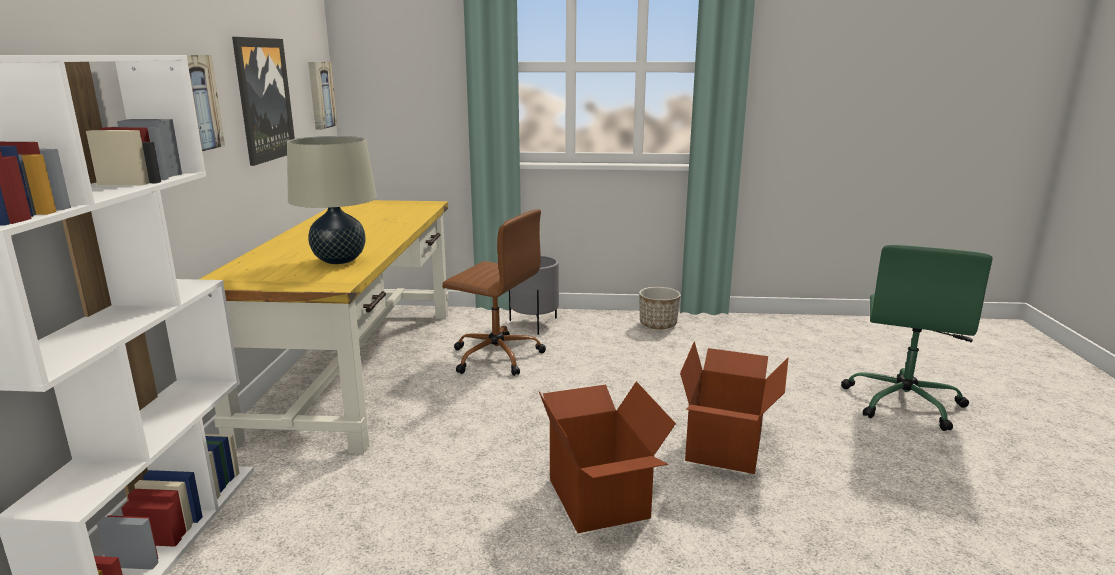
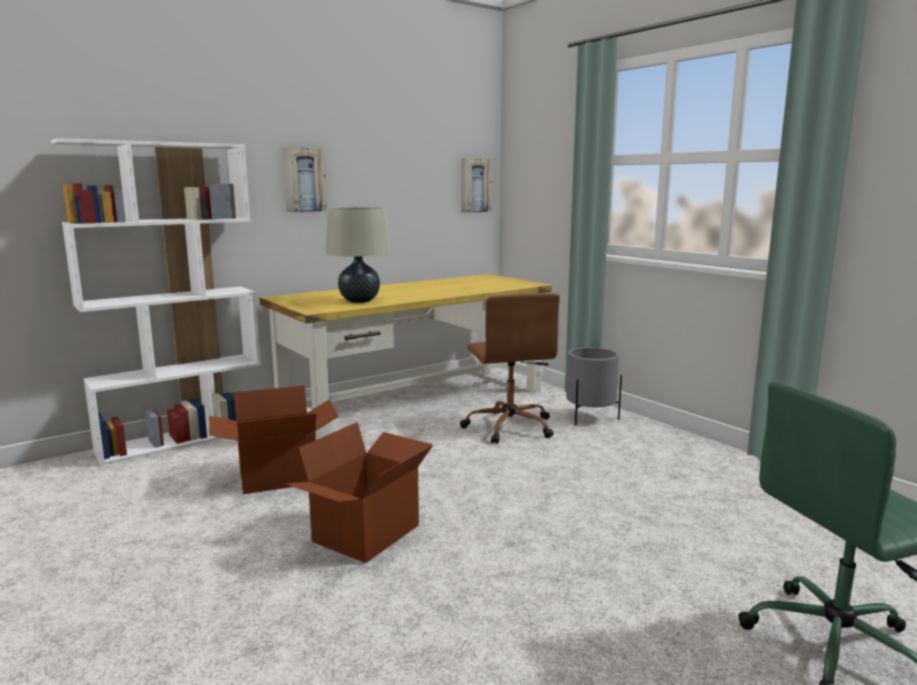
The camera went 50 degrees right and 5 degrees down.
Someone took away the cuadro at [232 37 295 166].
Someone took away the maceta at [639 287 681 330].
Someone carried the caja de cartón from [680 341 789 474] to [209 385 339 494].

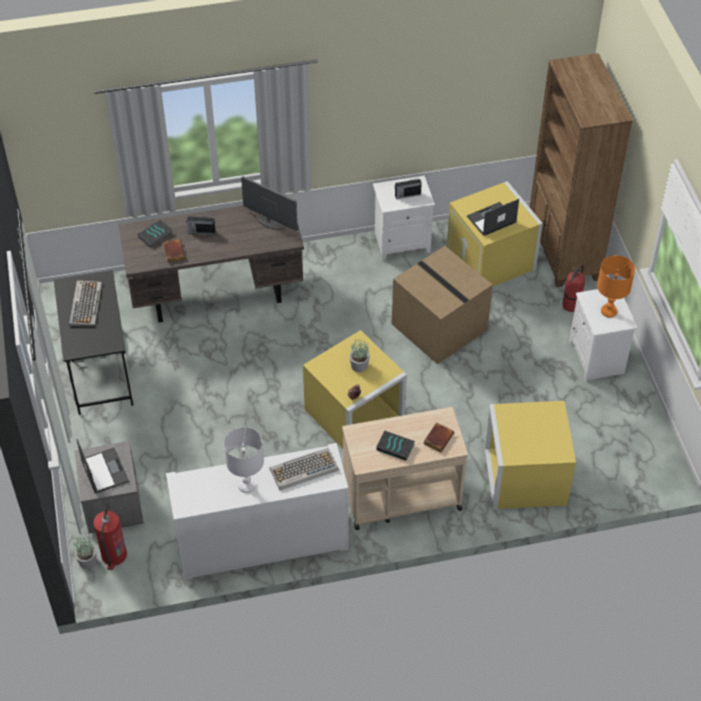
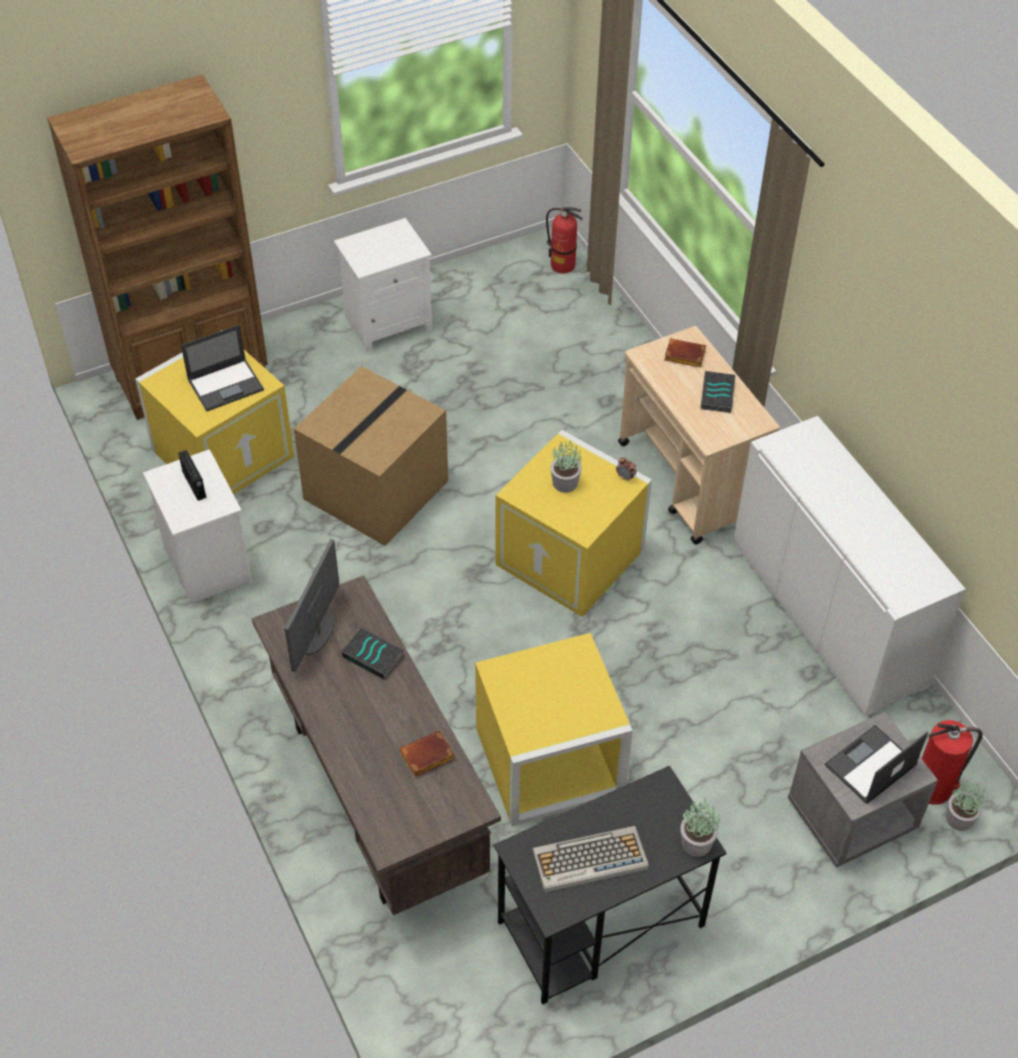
The camera went 105 degrees left and 0 degrees up.
Someone rotated the portátil at [467 199 519 236] by 75 degrees counterclockwise.
Someone took away the radio at [186 216 215 235].
Someone carried the libro from [138 220 173 248] to [342 627 405 680].
Someone took away the lámpara de mesa (naranja) at [597 255 635 317].
Someone carried the extintor from [562 265 585 312] to [546 207 583 274].
Someone carried the caja de almacenaje (amarillo) from [484 401 576 509] to [475 633 633 826].
Someone took away the lámpara de mesa (blanco) at [224 427 264 493].
Someone took away the teclado at [269 448 339 490].
Someone put down the planta en maceta at [680 799 720 857].

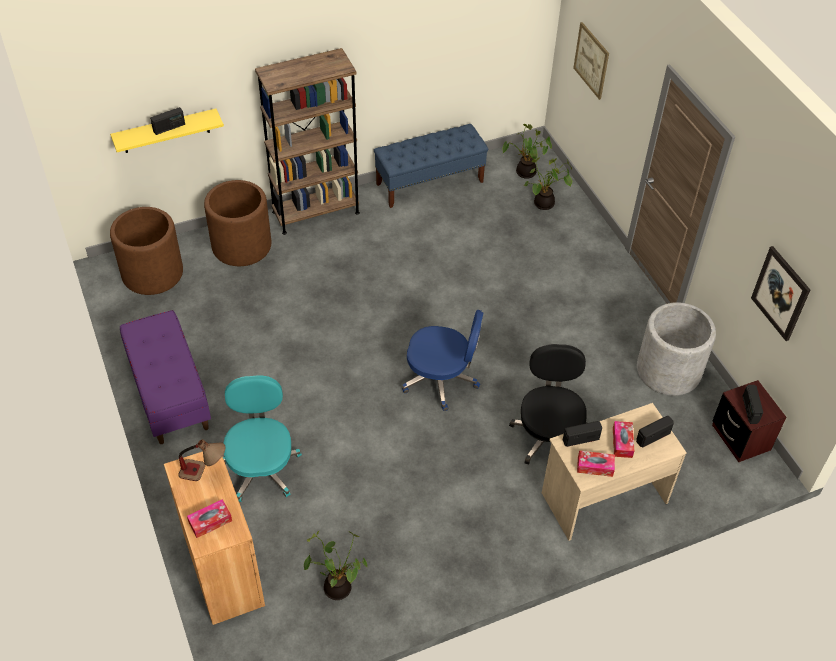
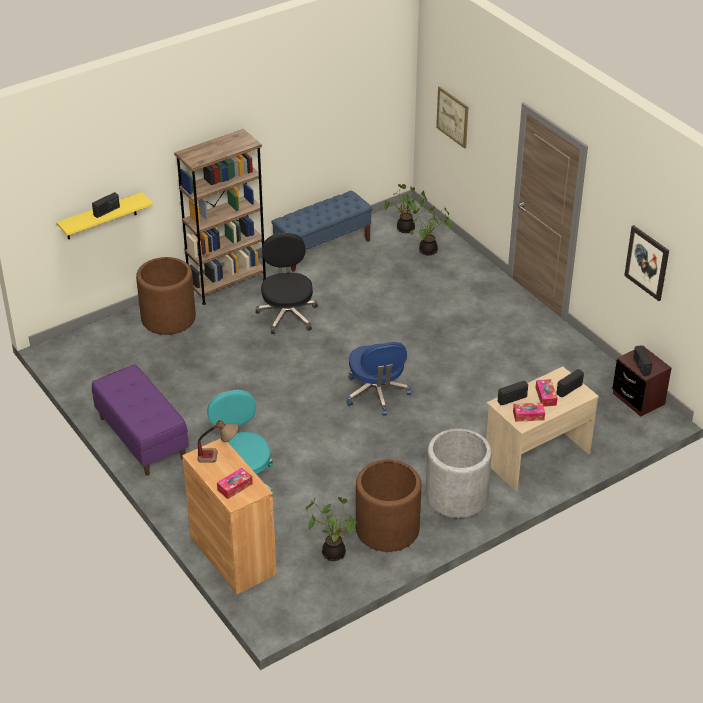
The camera went 10 degrees left and 10 degrees down.
Someone carried the maceta (marrón) from [110 207 183 295] to [356 460 421 552].
Someone carried the maceta (gris) from [637 302 716 396] to [426 429 492 518].
Someone rotated the silla de oficina (azul) at [402 310 484 411] by 75 degrees clockwise.
Someone carried the silla de oficina (negro) from [509 344 587 464] to [255 233 318 334].

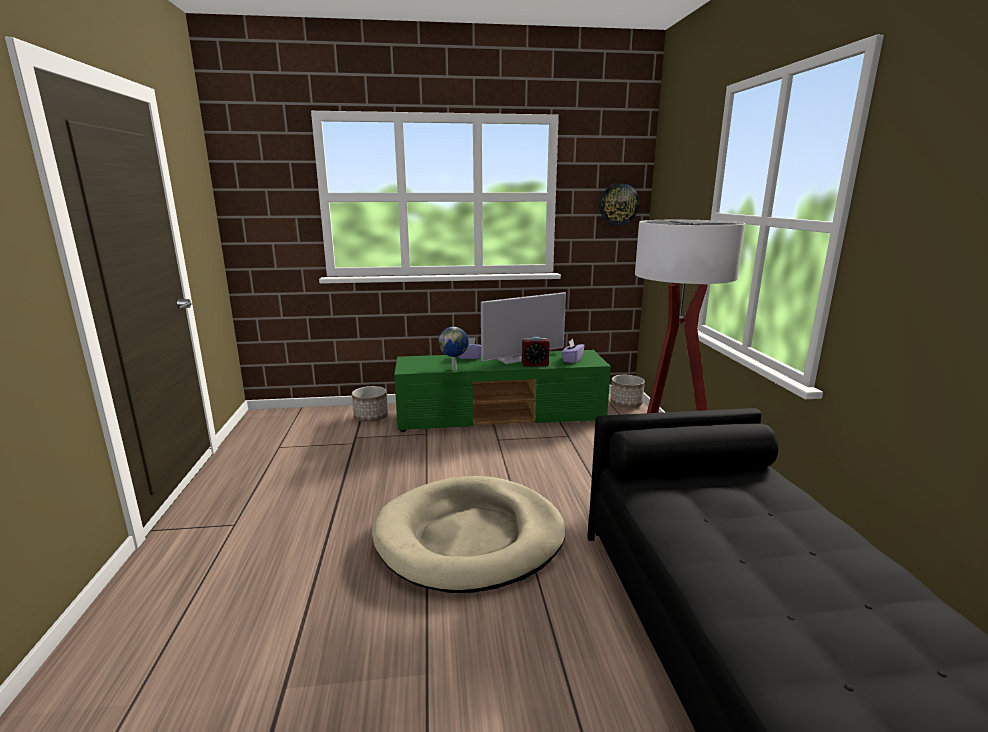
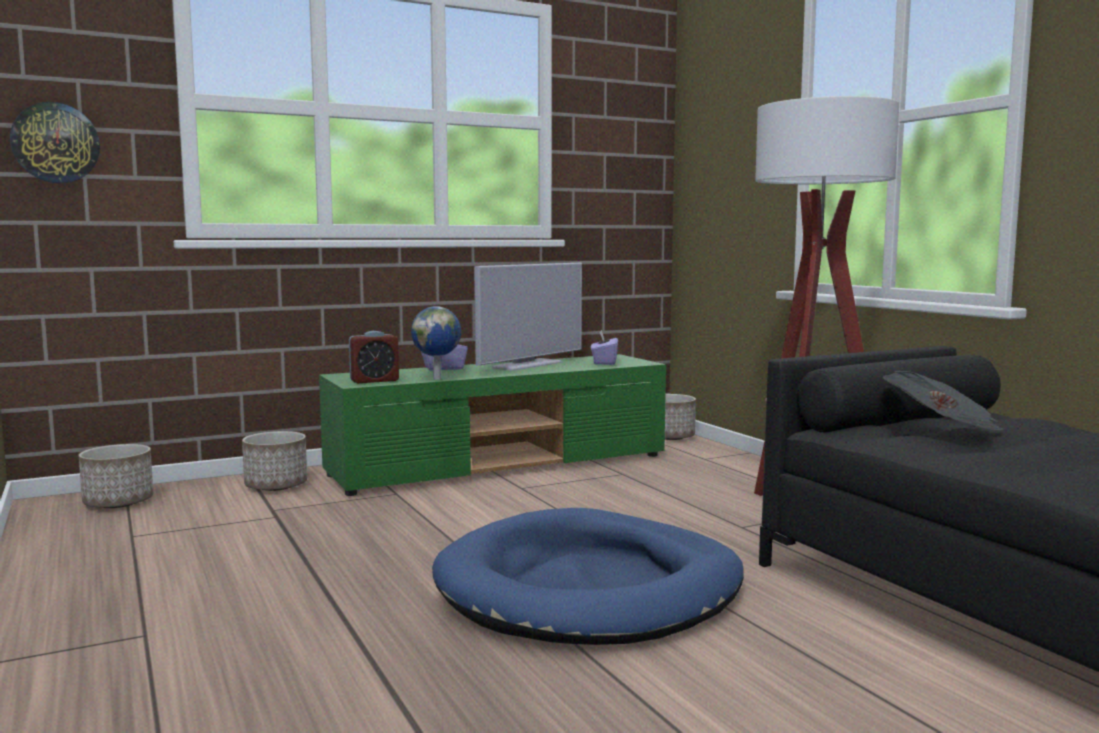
The camera went 20 degrees left and 10 degrees down.
Someone carried the reloj de pared from [599 183 639 225] to [10 102 100 183].
Someone carried the despertador from [522 337 550 367] to [349 331 399 383].
Someone repainted the cama para perro (beis) at [372 476 566 593], which became the cama para perro (azul) at [432 508 744 645].
Someone put down the periódico at [883 371 1004 430].
Someone put down the maceta at [79 444 153 508].

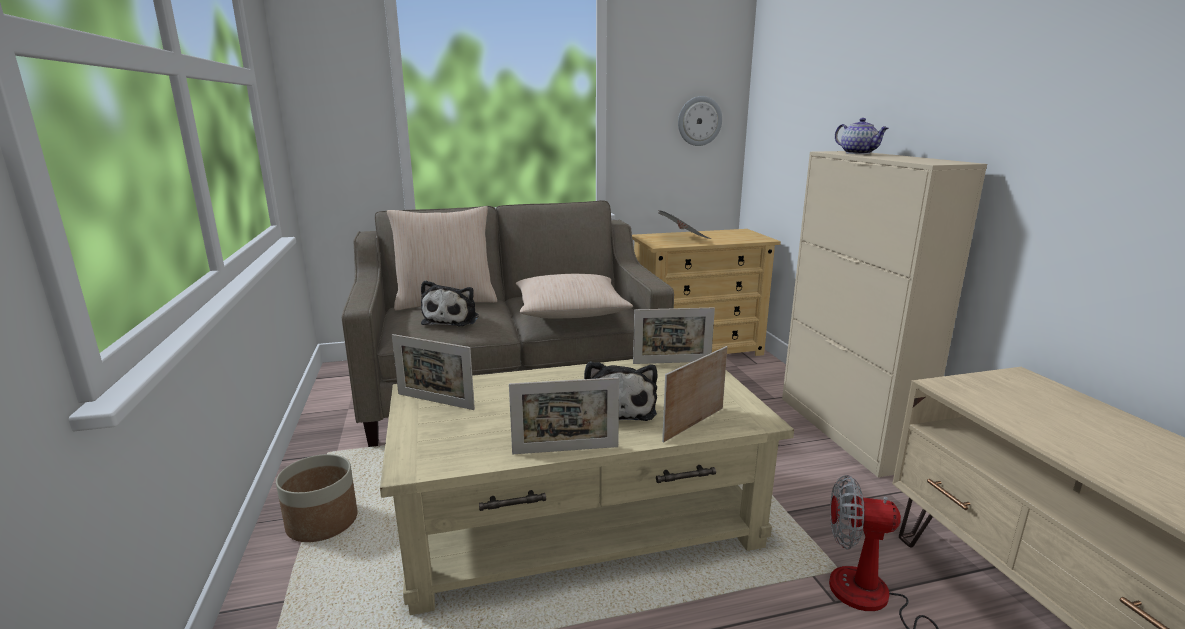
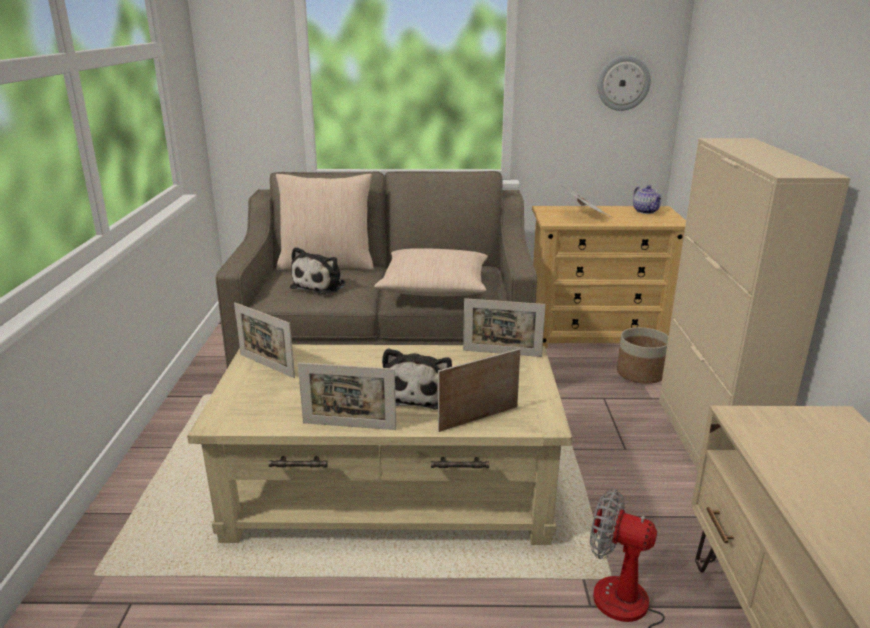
The camera went 15 degrees right and 5 degrees up.
Someone carried the tetera from [835 118 889 154] to [633 185 662 214].
Someone carried the maceta from [276 454 358 542] to [617 327 669 384].

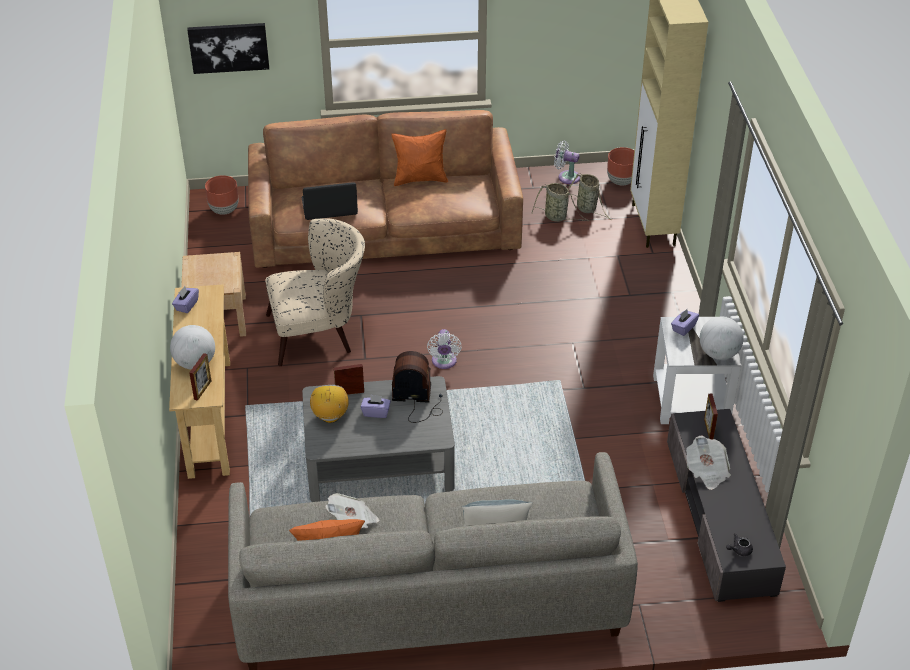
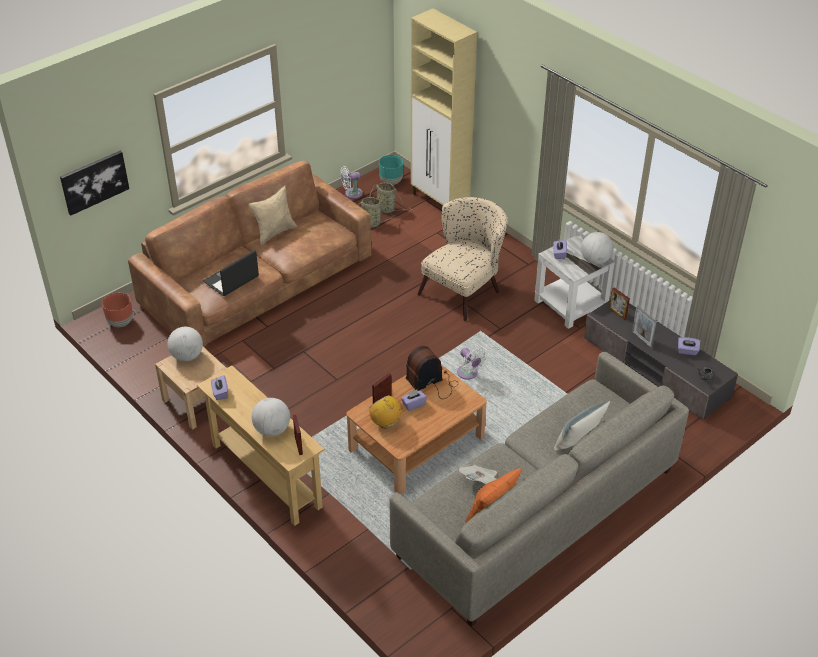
The camera went 35 degrees left and 0 degrees up.
Someone repainted the cojín (naranja) at [391 129 448 186], which became the cojín (beis) at [248 186 297 245].
Someone repainted the maceta (marrón) at [607 147 634 185], which became the maceta (turquesa) at [379 155 403 185].
Someone carried the sillón (beis) from [265 218 365 366] to [418 197 508 321].
Someone carried the ventilador (blanco) from [427 329 462 369] to [457 348 486 380].
Someone repainted the mesa de centro (gris) at [302 376 455 502], which became the mesa de centro (marrón) at [346 365 487 494].
Someone swapped the periódico at [686 436 731 490] for the portarretratos at [632 305 657 349].
Someone put down the globo terráqueo at [167 327 203 361].
Someone put down the caja de pañuelos (morado) at [678 337 700 355].

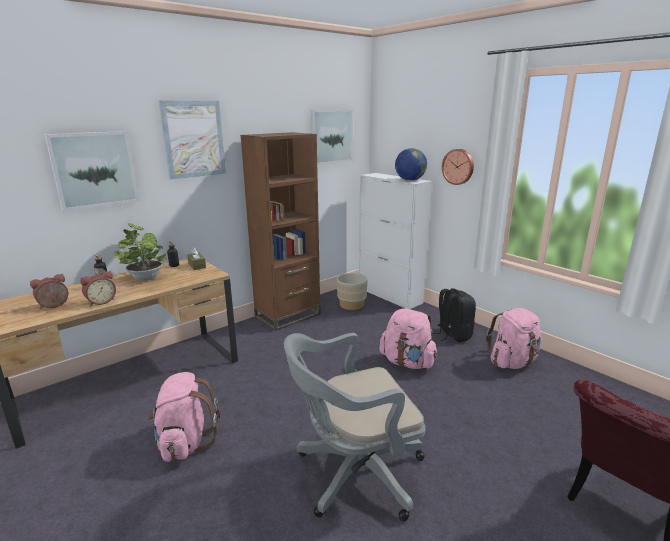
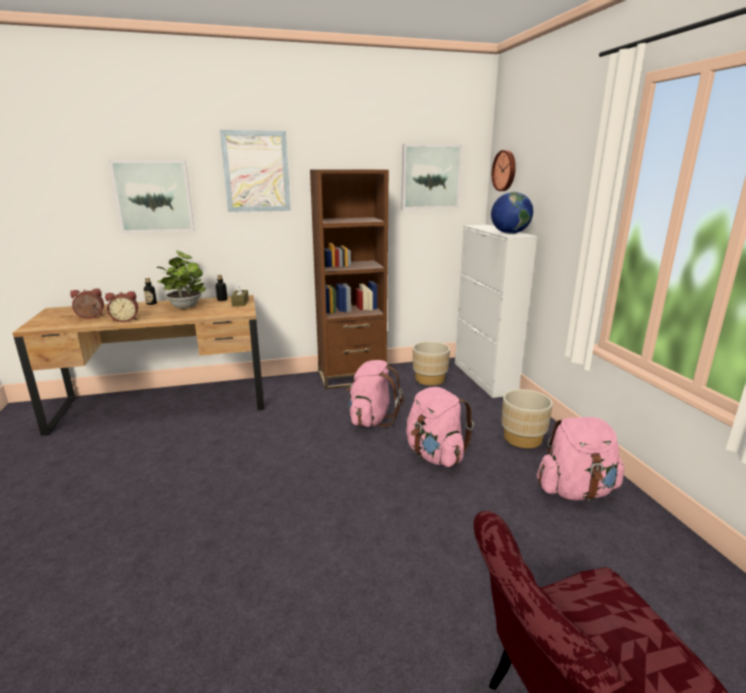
The camera went 25 degrees right and 0 degrees up.
Someone carried the reloj de pared from [442 149 474 185] to [492 150 516 191].
Someone swapped the mochila (negro) at [432 288 476 342] for the maceta (beis) at [501 389 553 448].
Someone took away the silla de oficina (gris) at [284 333 426 522].
Someone carried the mochila (rosa) from [147 372 220 462] to [346 360 403 427].

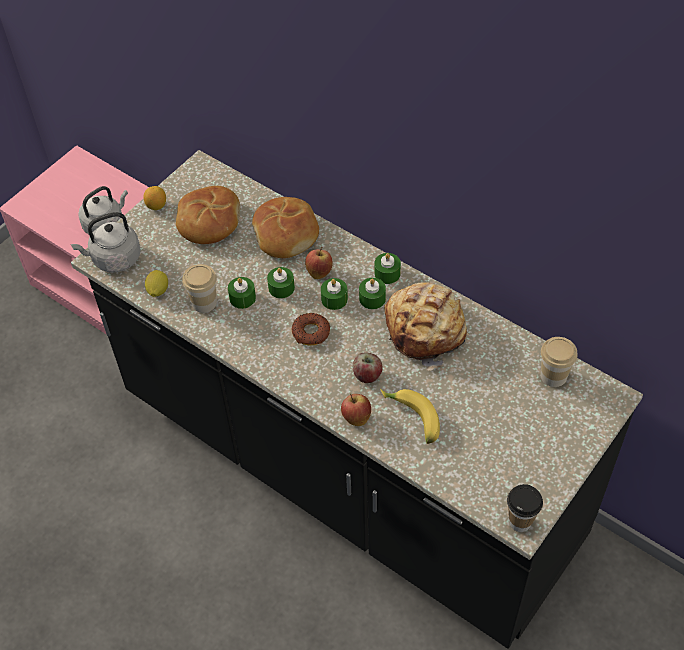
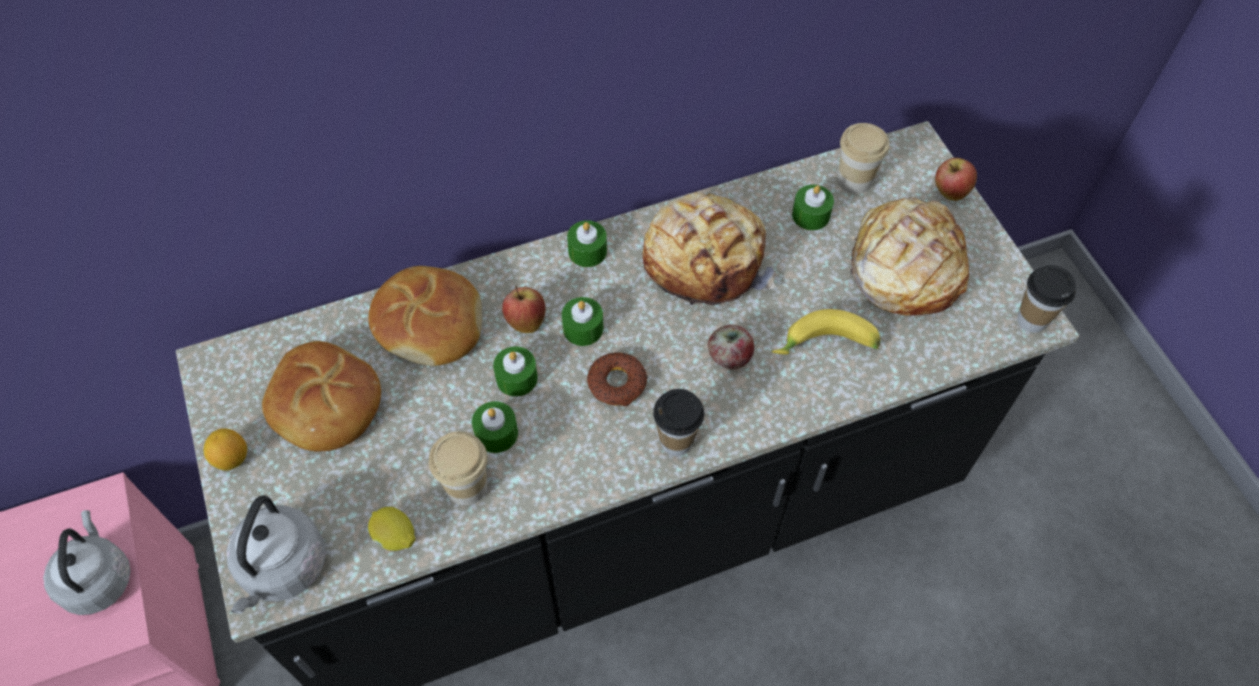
The camera went 60 degrees left and 5 degrees up.
Someone carried the vela (verde) from [359 278 386 309] to [792 185 834 230].
Someone carried the manzana from [341 394 371 426] to [935 158 977 201].
Someone put down the pan at [850 197 969 316].
Someone put down the taza at [653 389 704 456].

